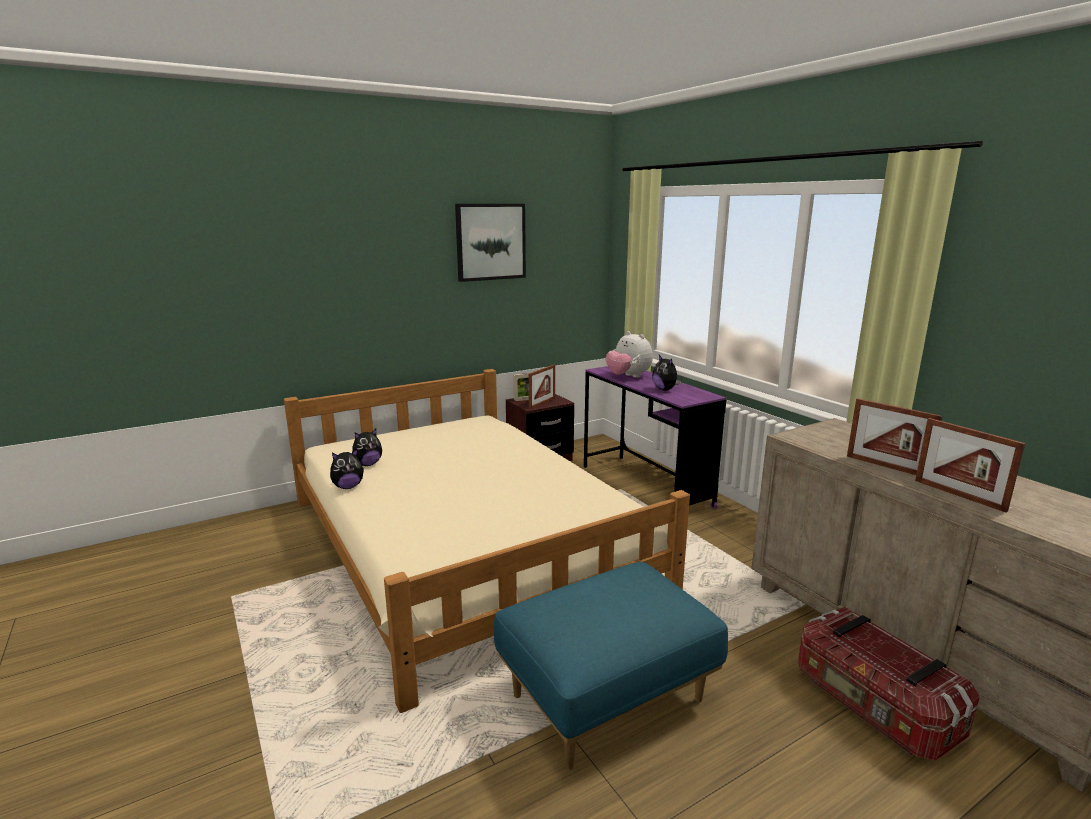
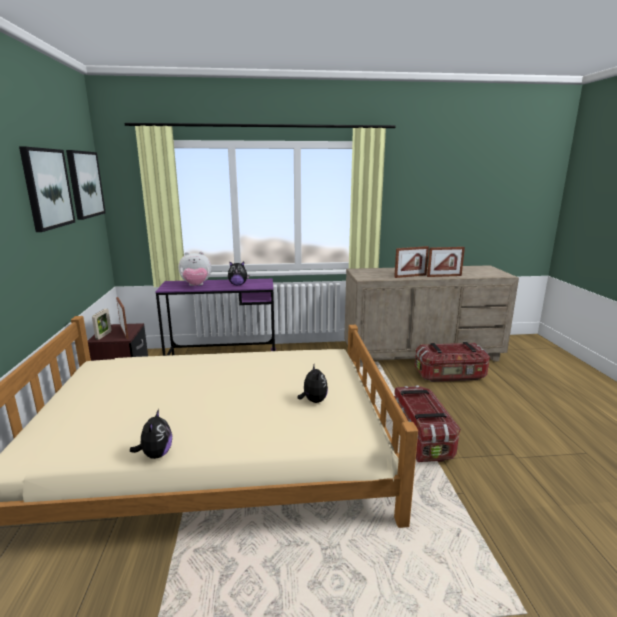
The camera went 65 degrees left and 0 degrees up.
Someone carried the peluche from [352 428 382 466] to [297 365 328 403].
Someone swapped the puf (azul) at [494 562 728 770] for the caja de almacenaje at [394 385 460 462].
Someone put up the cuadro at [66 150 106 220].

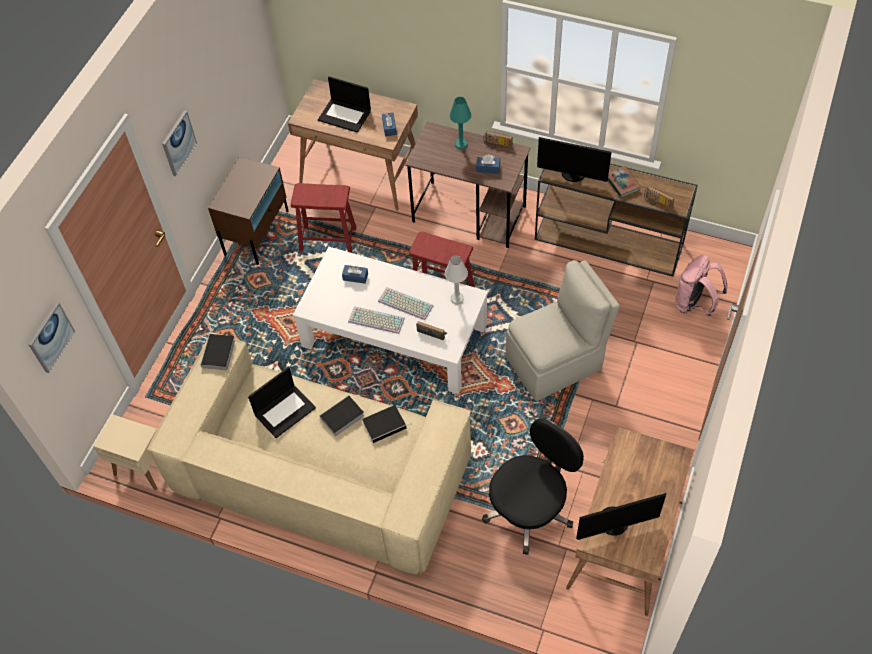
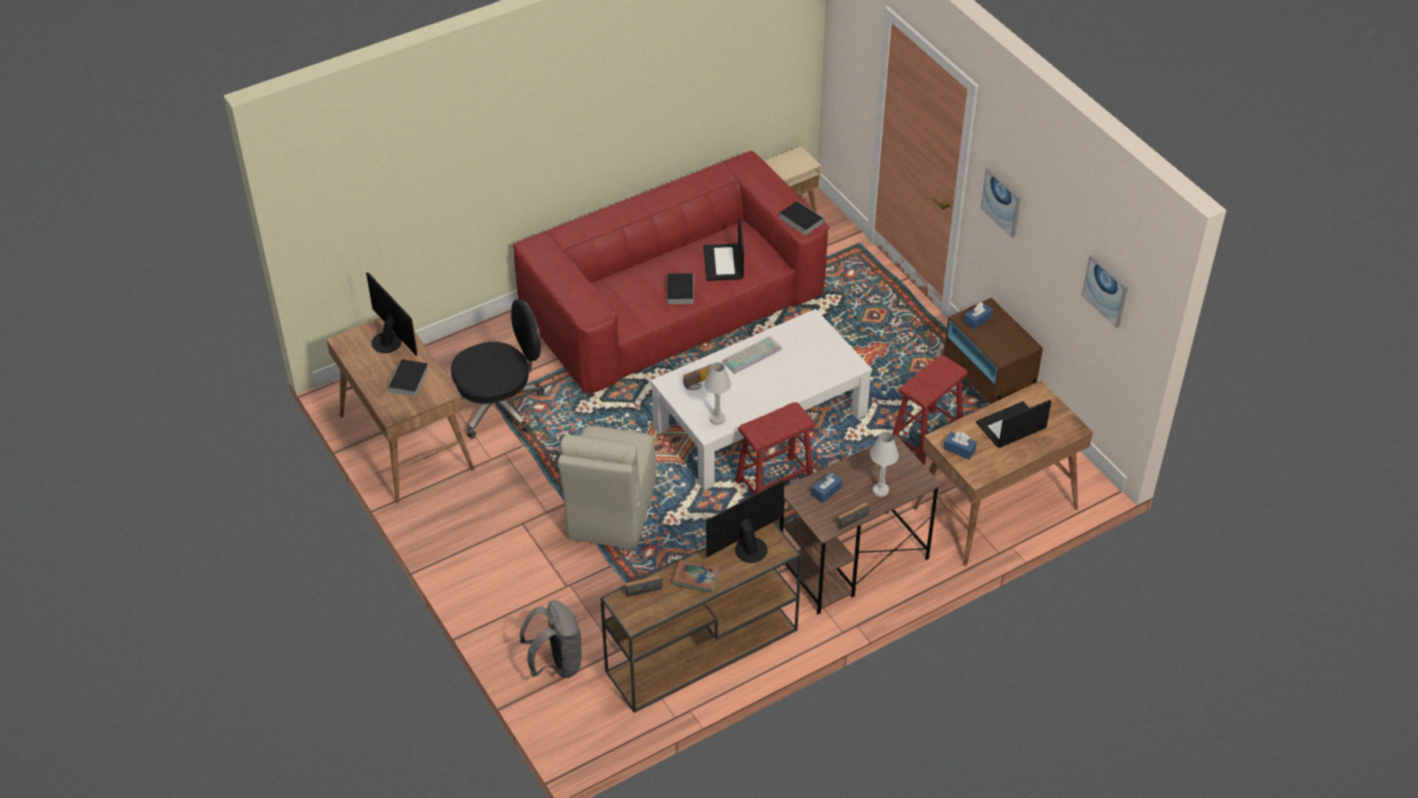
The camera went 125 degrees right and 10 degrees down.
Someone repainted the lámpara de mesa (turquesa) at [449 97 471 149], which became the lámpara de mesa (blanco) at [870 432 899 497].
Someone repainted the mochila (rosa) at [675 255 727 317], which became the mochila (gris) at [520 600 583 678].
Someone carried the caja de pañuelos (azul) from [342 265 368 284] to [964 302 993 330].
Someone took away the teclado at [378 287 433 320].
Someone carried the cuadro from [28 302 75 373] to [1082 255 1128 328].
Someone repainted the sofá (beis) at [147 332 471 575], which became the sofá (rojo) at [513 151 829 395].
Someone carried the libro from [362 405 412 443] to [388 359 429 397].
Someone rotated the silla de oficina (negro) at [482 418 584 555] by 105 degrees counterclockwise.
Someone rotated the monitor at [576 493 666 540] by 120 degrees clockwise.

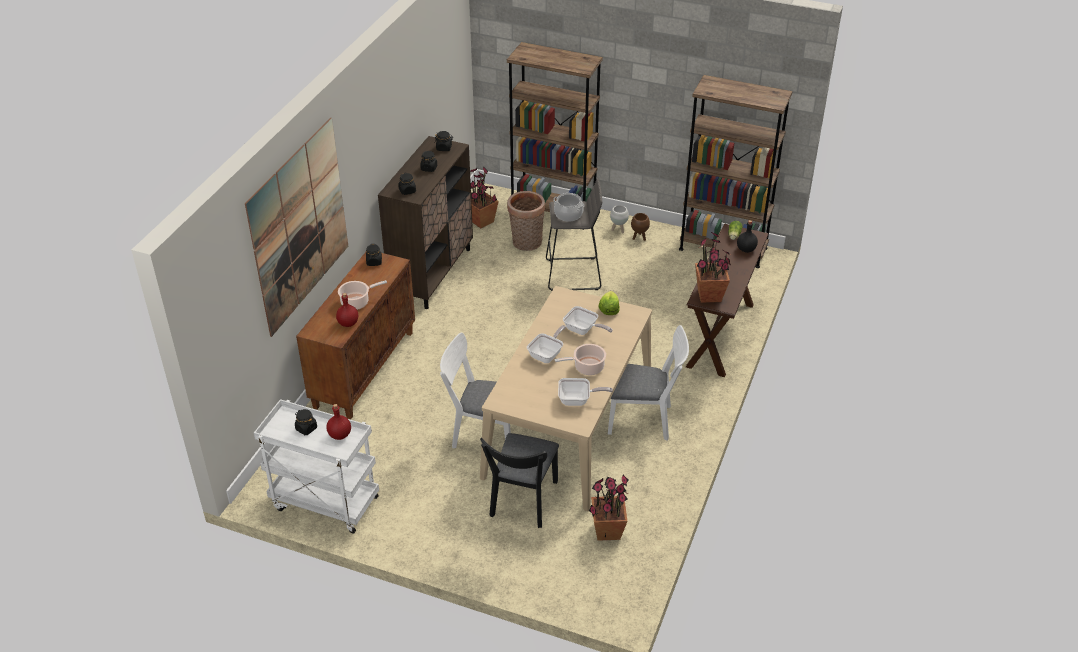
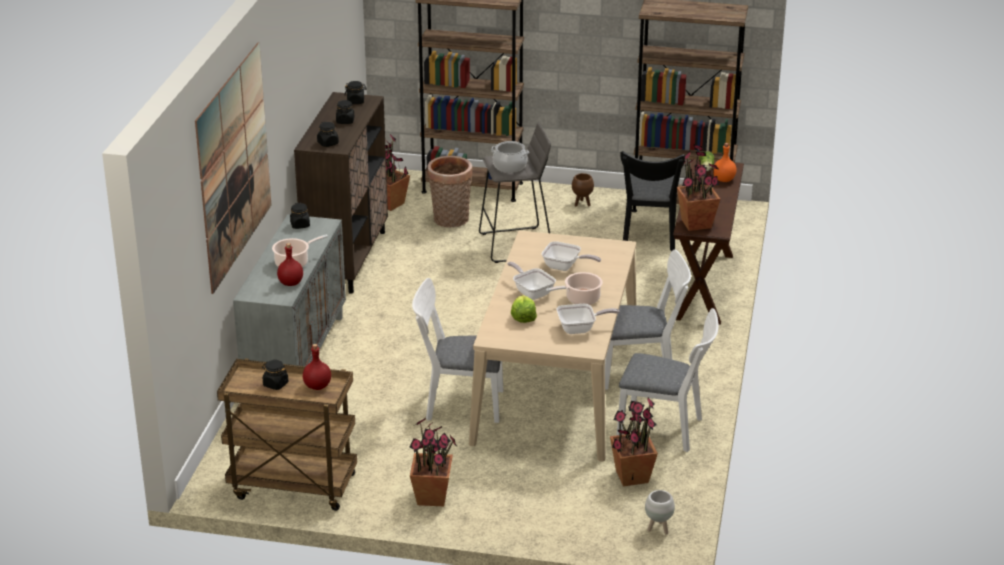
The camera went 10 degrees left and 10 degrees down.
Someone carried the maceta (blanco) from [610 205 629 233] to [645 490 675 534].
Someone repainted the botella (negro) at [737 220 758 253], which became the botella (naranja) at [713 143 737 182].
Someone repainted the armario (marrón) at [296 252 415 419], which became the armario (gris) at [233 214 346 366].
Someone carried the lechuga from [598 291 620 315] to [511 295 537 323].
Someone rotated the sartén at [527 325 566 363] by 60 degrees counterclockwise.
Someone repainted the carrito (blanco) at [254 399 379 534], which became the carrito (marrón) at [217 358 357 511].
Someone carried the silla (negro) from [480 433 559 528] to [620 151 685 251].
Someone put down the silla (blanco) at [616 308 719 452].
Someone put down the planta en maceta at [409 418 457 506].

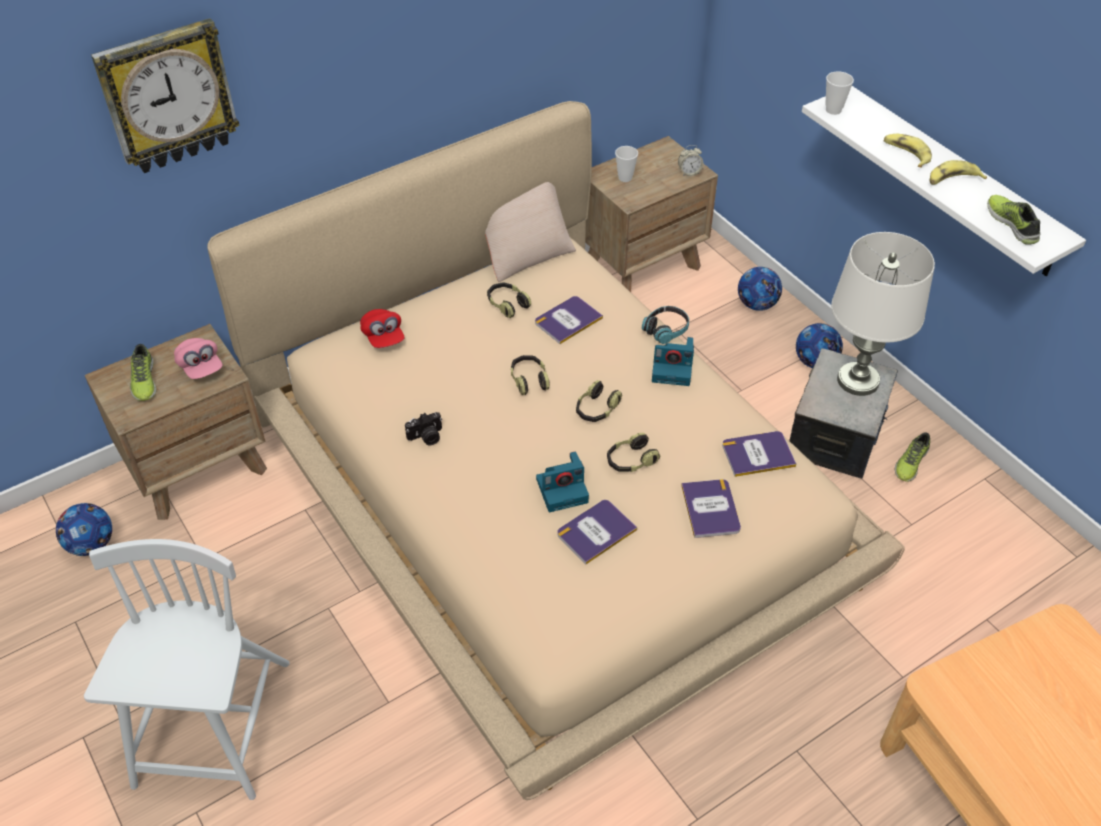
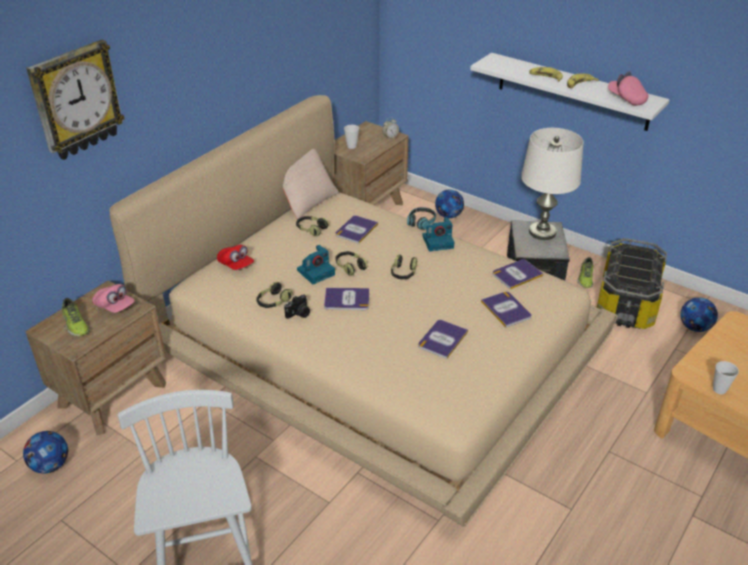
The camera went 20 degrees left and 10 degrees down.
Someone carried the taza from [825 71 854 115] to [713 361 739 394].
Someone swapped the zapato at [987 195 1040 245] for the gorra (rosa) at [608 72 648 106].
Someone carried the balón de fútbol from [796 323 843 368] to [681 297 718 332].
Someone carried the auriculares from [607 433 660 472] to [256 282 293 308].
Someone carried the cámara from [536 452 589 512] to [297 245 335 284].
Someone put down the caja de almacenaje at [597 238 667 329].
Someone put down the libro at [324 288 369 310].

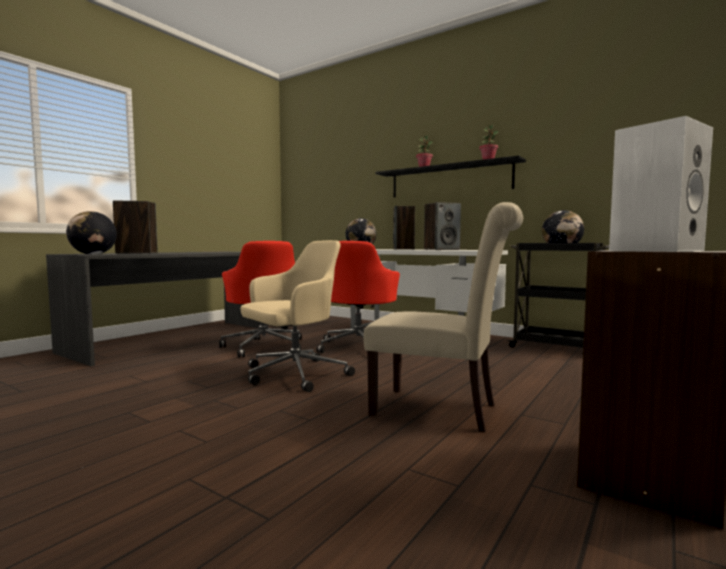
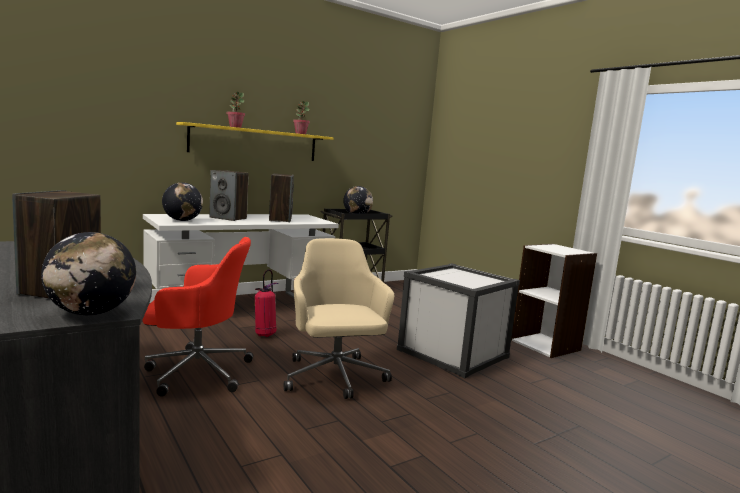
The camera went 70 degrees left and 5 degrees up.
Someone took away the altavoz (blanco) at [609 116 713 251].
Someone repainted the estante (negro) at [376 156 526 198], which became the estante (amarillo) at [176 122 334 161].
Someone swapped the silla (beis) at [364 202 523 432] for the caja de almacenaje (blanco) at [397 263 520 378].
Someone swapped the silla de oficina (rojo) at [316 241 400 353] for the extintor at [255 269 278 337].

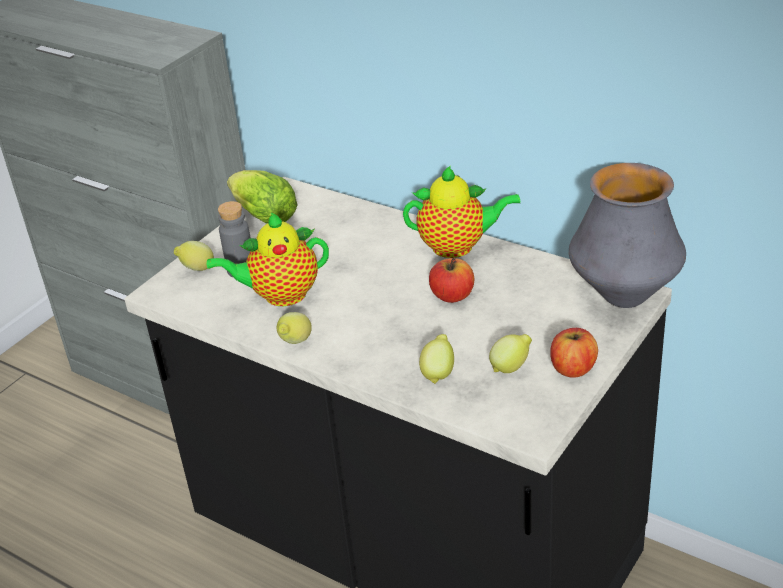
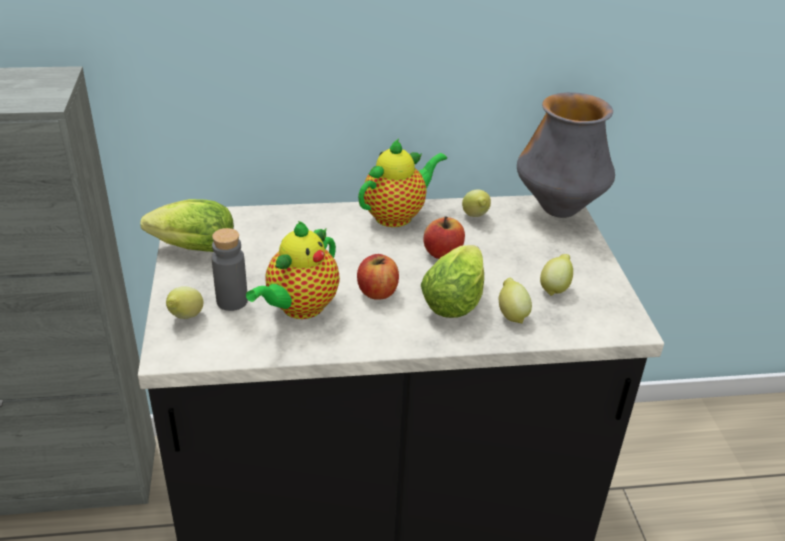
The camera went 45 degrees left and 0 degrees up.
Someone carried the limón from [277 312 312 344] to [462 189 491 217].
Someone carried the manzana from [550 328 598 378] to [357 254 399 300].
Someone put down the lechuga at [421 245 484 318].

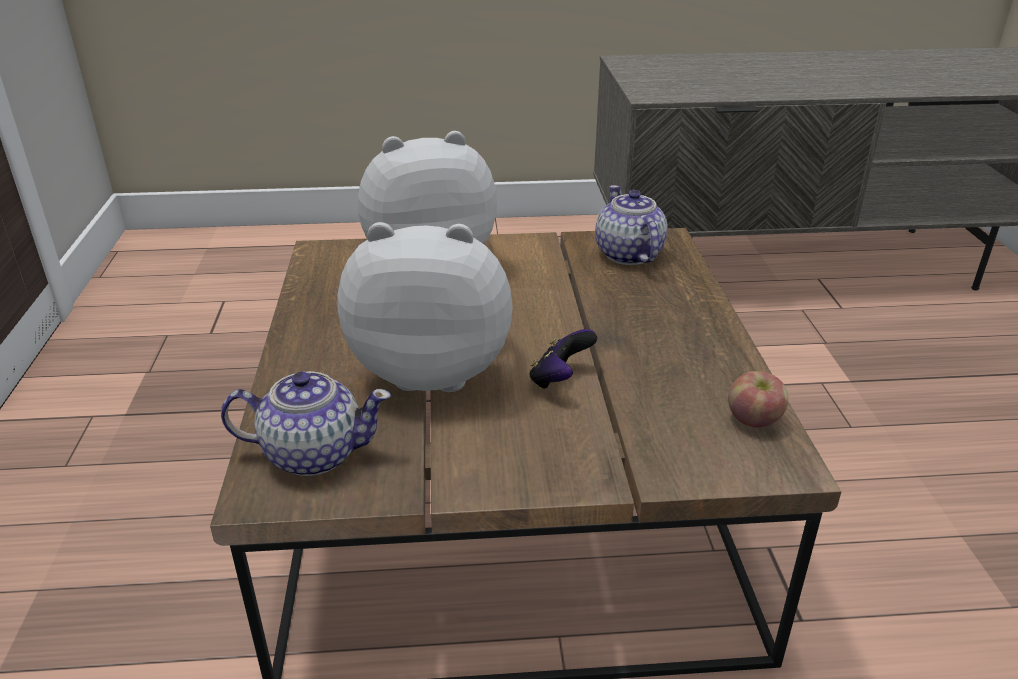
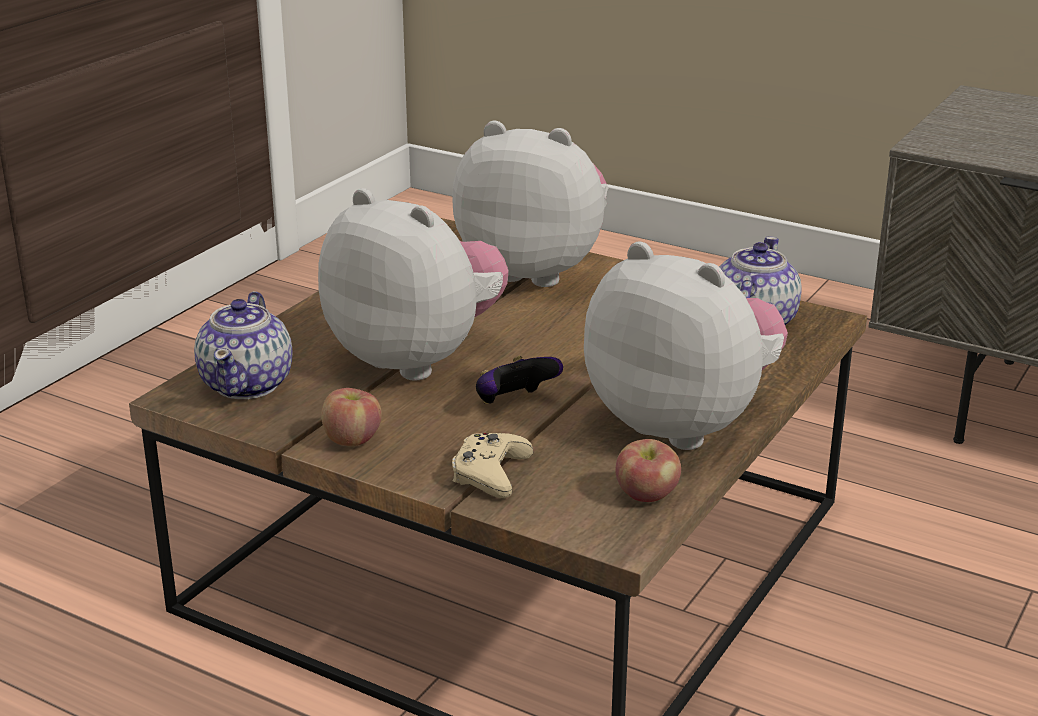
The camera went 35 degrees right and 5 degrees down.
Someone rotated the tetera at [221 371 391 476] by 60 degrees clockwise.
Someone put down the peluche at [584 241 788 450].
Someone put down the manzana at [321 388 382 446].
Someone put down the mando de consola (beis) at [452 433 533 498].

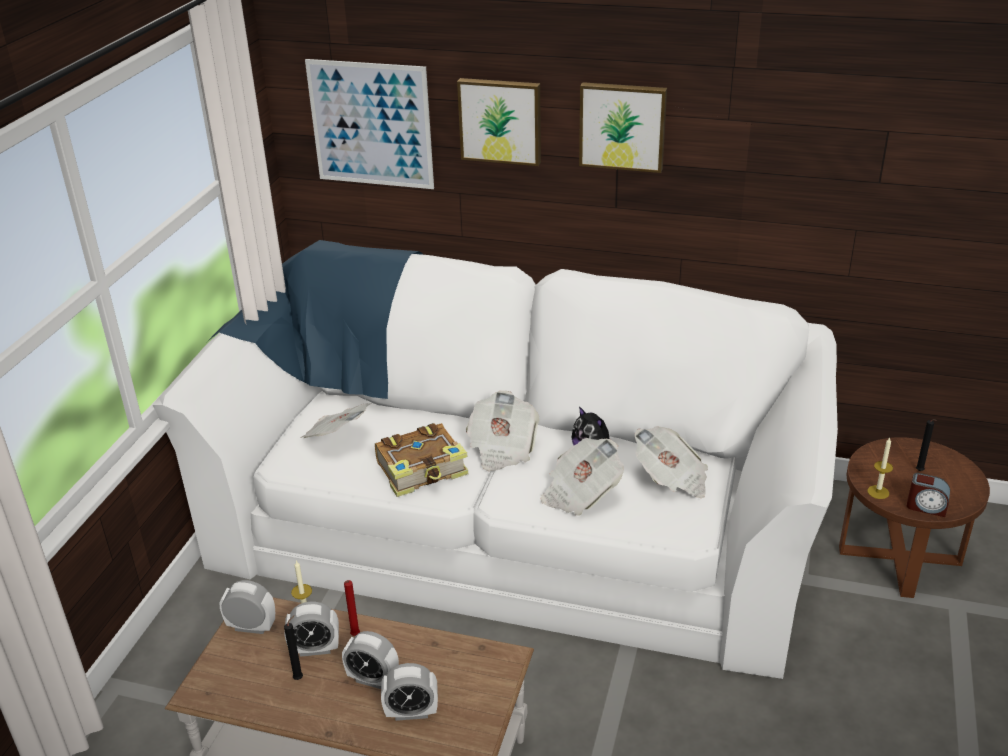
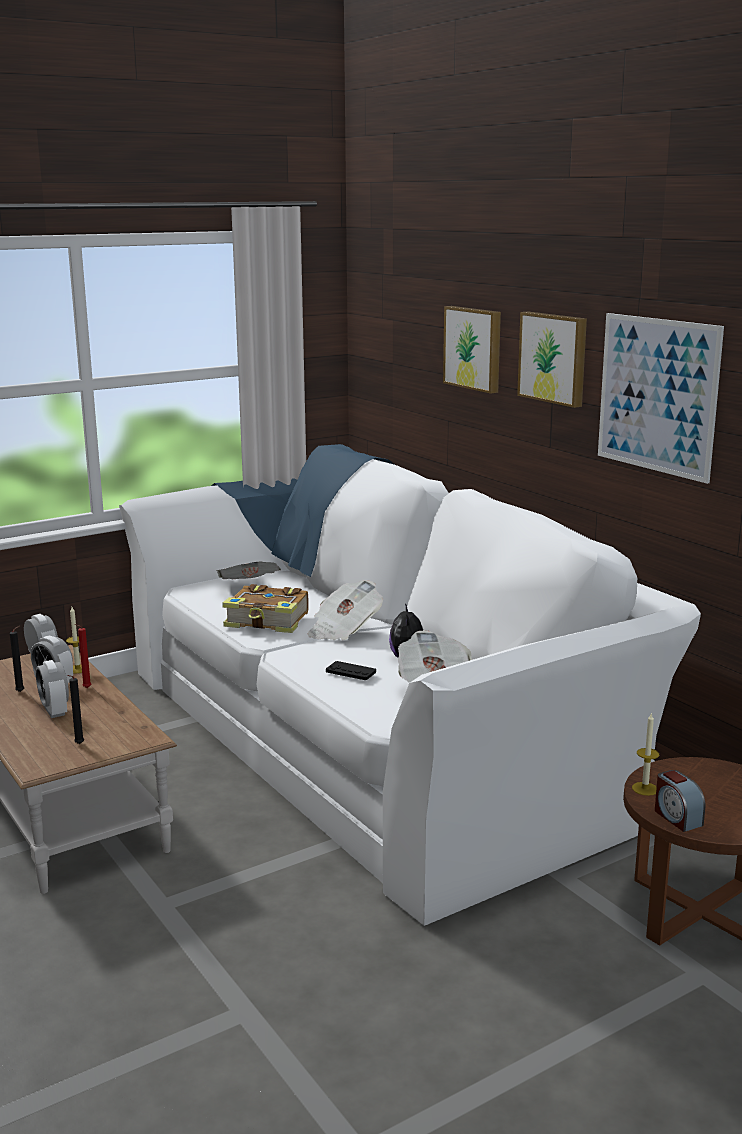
The camera went 40 degrees right and 15 degrees down.
Someone carried the cuadro from [305 59 434 189] to [598 313 724 484].
Someone carried the vela (negro) from [916 419 937 471] to [67 675 84 744].
Someone swapped the periódico at [540 438 624 516] for the mando de consola (negro) at [326 661 376 680].
Someone took away the despertador at [381 663 438 721].

